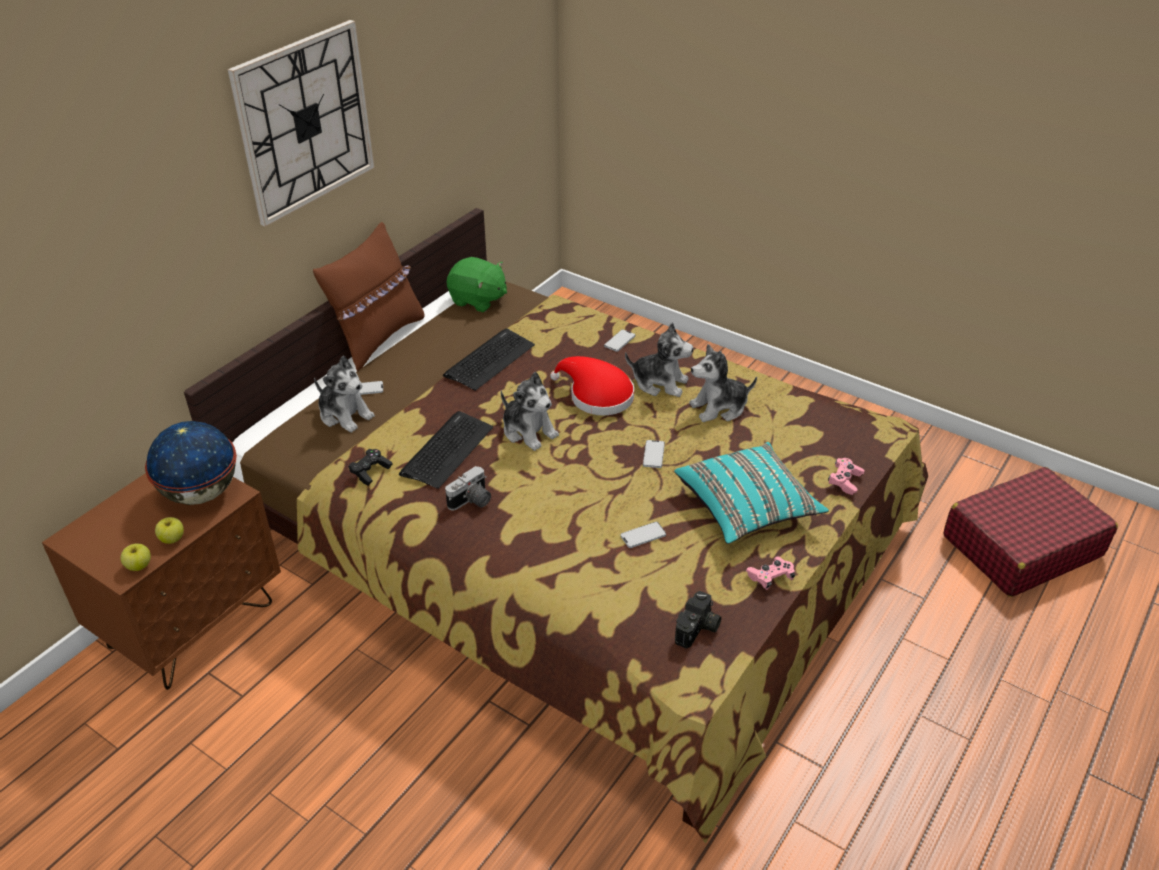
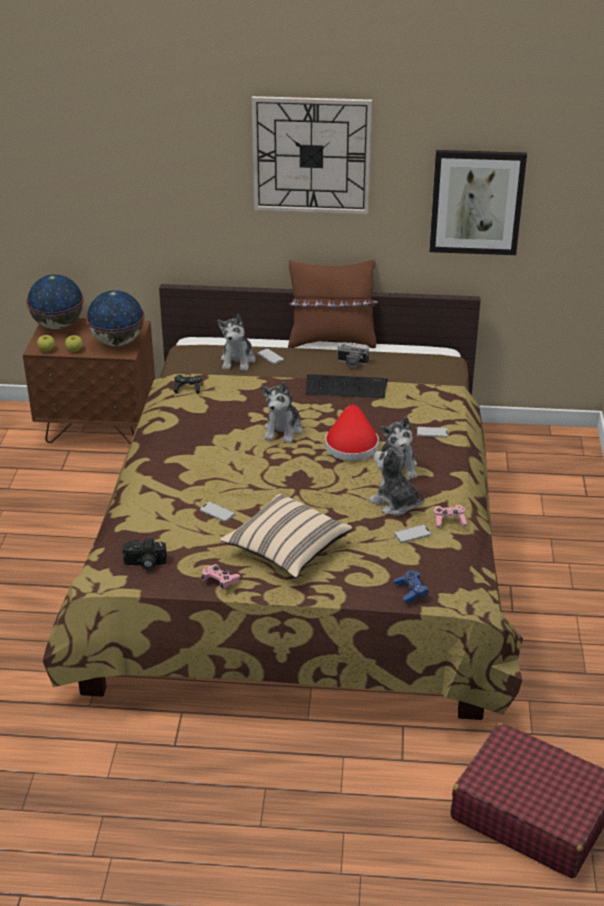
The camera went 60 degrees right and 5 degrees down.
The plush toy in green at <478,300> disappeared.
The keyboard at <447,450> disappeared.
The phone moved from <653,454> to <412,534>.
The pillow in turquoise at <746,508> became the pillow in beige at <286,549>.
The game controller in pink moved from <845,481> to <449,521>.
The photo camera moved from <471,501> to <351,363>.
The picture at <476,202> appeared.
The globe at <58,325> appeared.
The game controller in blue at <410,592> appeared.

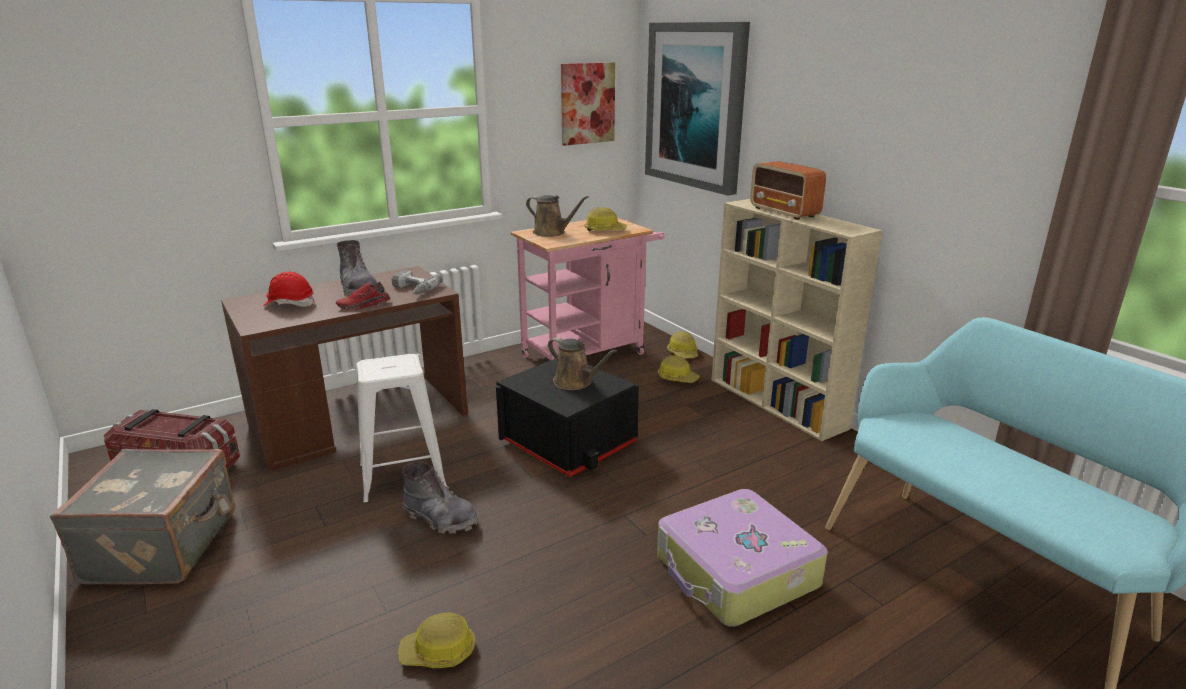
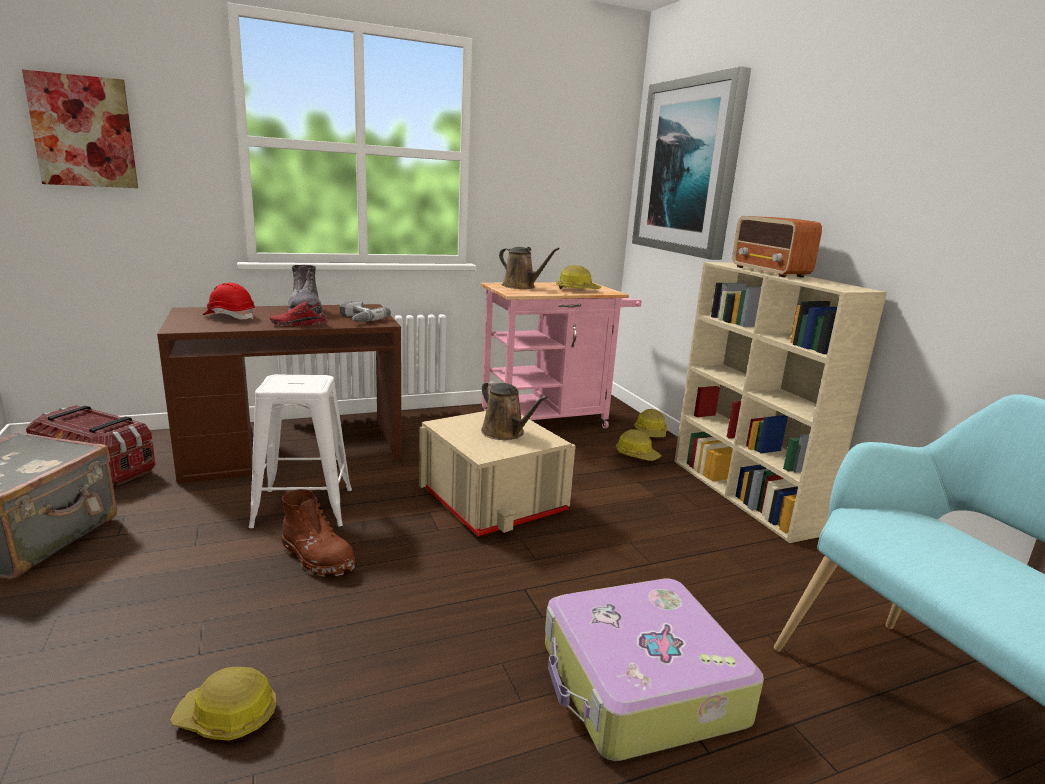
The camera went 10 degrees right and 5 degrees down.
The picture moved from <587,103> to <83,132>.
The storage box in black at <568,442> became the storage box in beige at <493,501>.
The boot in grey at <440,518> became the boot in brown at <317,558>.

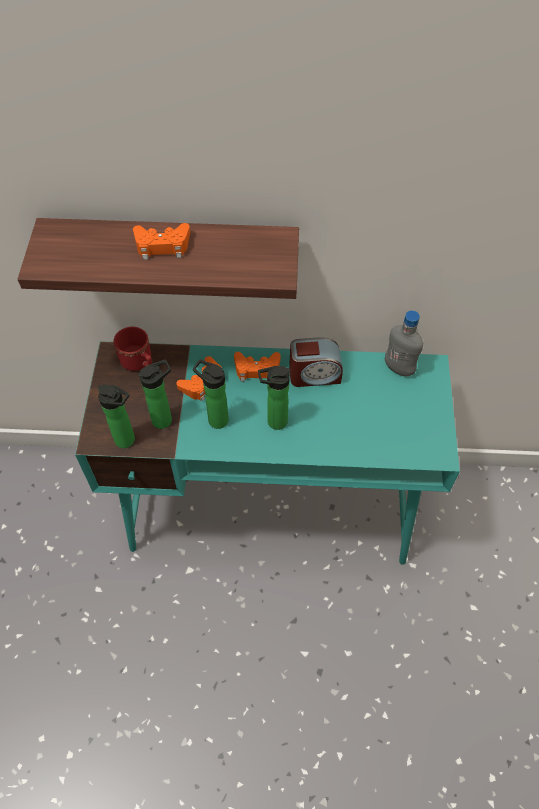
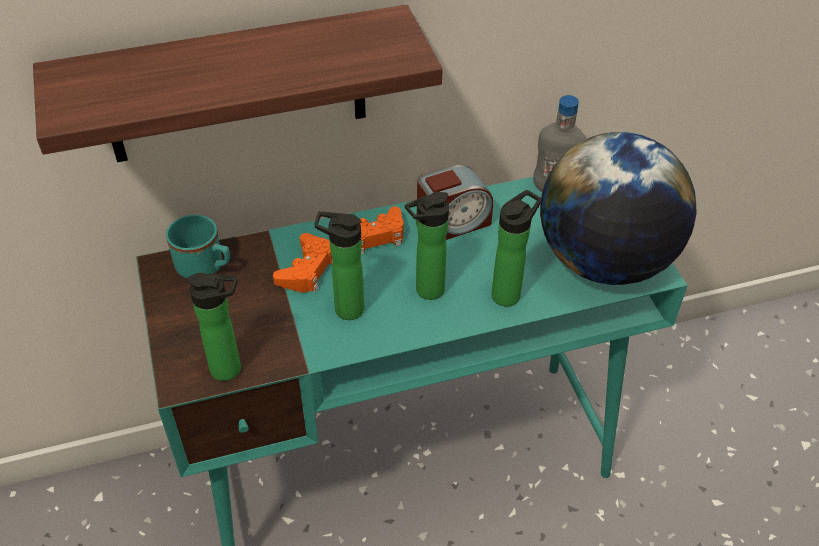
The camera went 20 degrees left and 10 degrees down.
The game controller in orange at <162,245> disappeared.
The mug in red at <139,362> became the mug in turquoise at <205,268>.
The bottle moved from <165,419> to <508,293>.
The globe at <604,261> appeared.

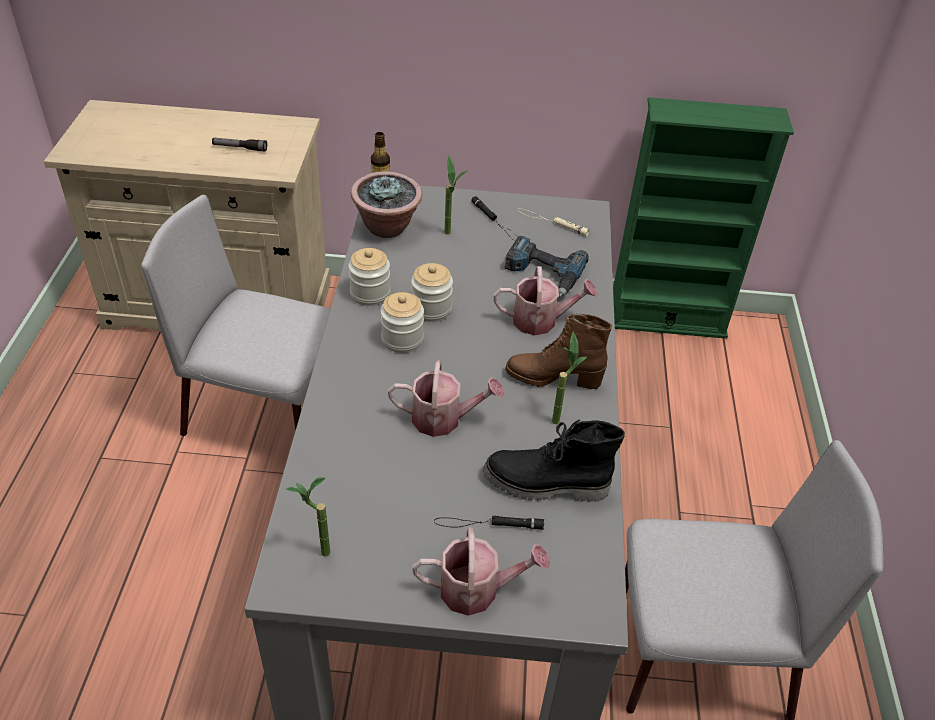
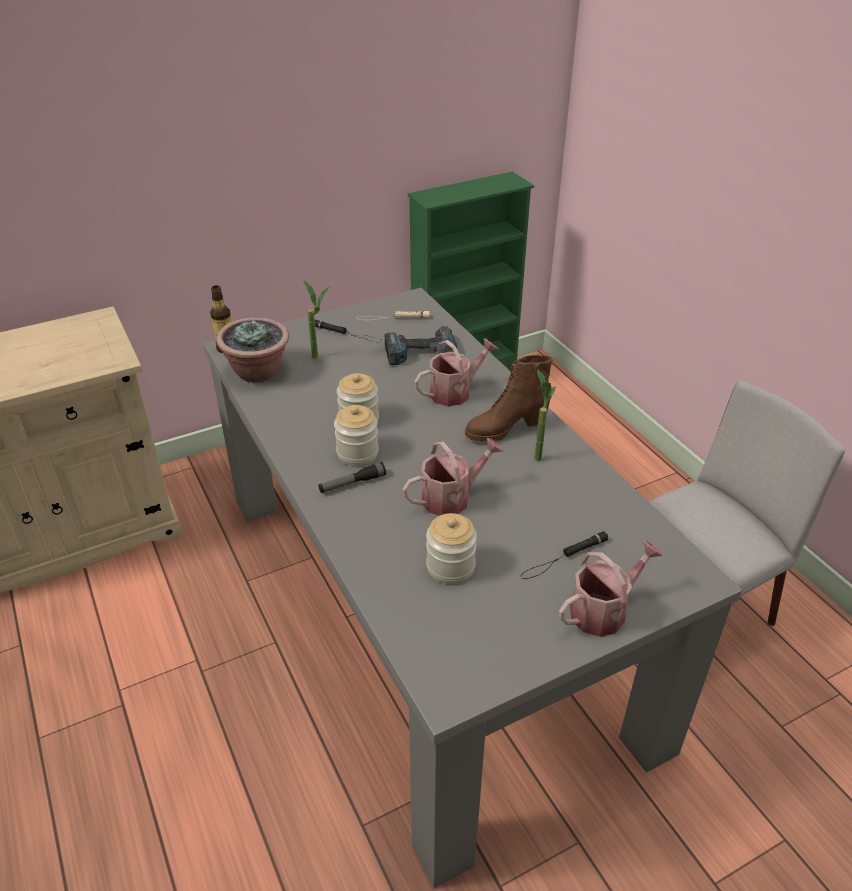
The camera went 30 degrees left and 5 degrees down.
The flashlight moved from <240,148> to <352,483>.
The chair in grey at <267,415> disappeared.
The jar moved from <370,293> to <450,566>.
The boot in black at <545,485> disappeared.
The potted plant at <316,553> disappeared.

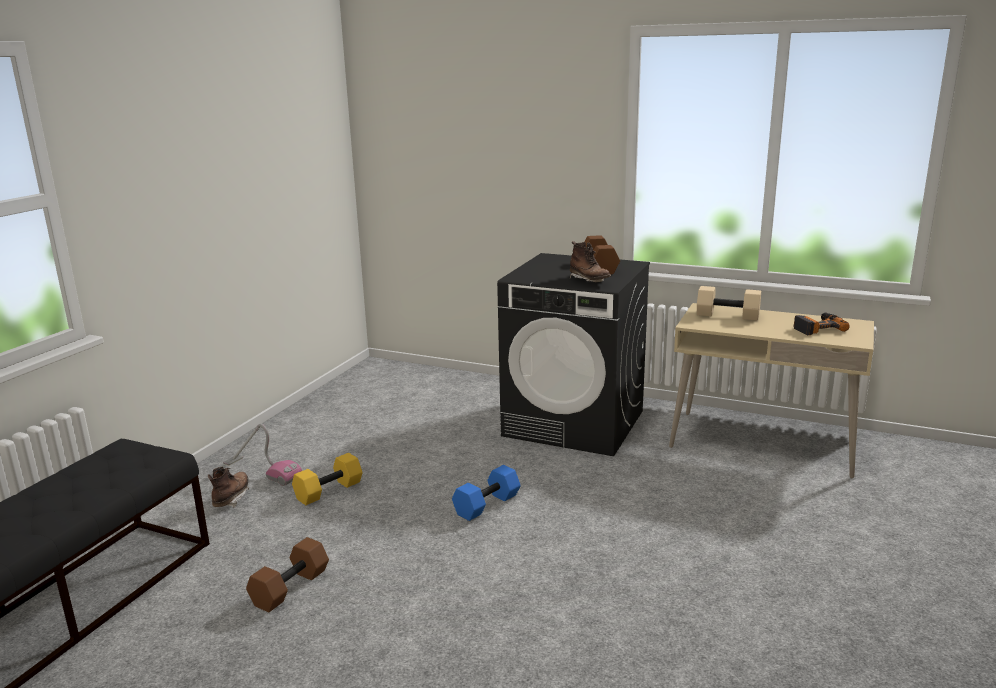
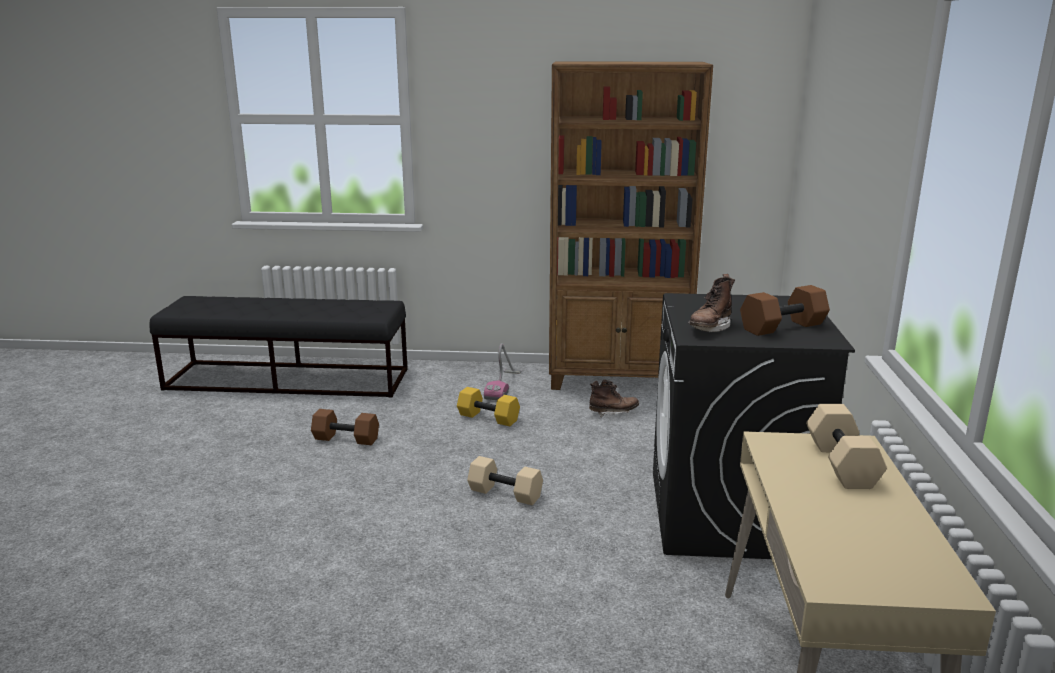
The camera went 70 degrees right and 0 degrees up.
The power drill at <817,328> disappeared.
The dumbbell in blue at <487,505> became the dumbbell in beige at <504,494>.
The boot in brown moved from <231,498> to <613,412>.
The bookcase in brown at <618,379> appeared.

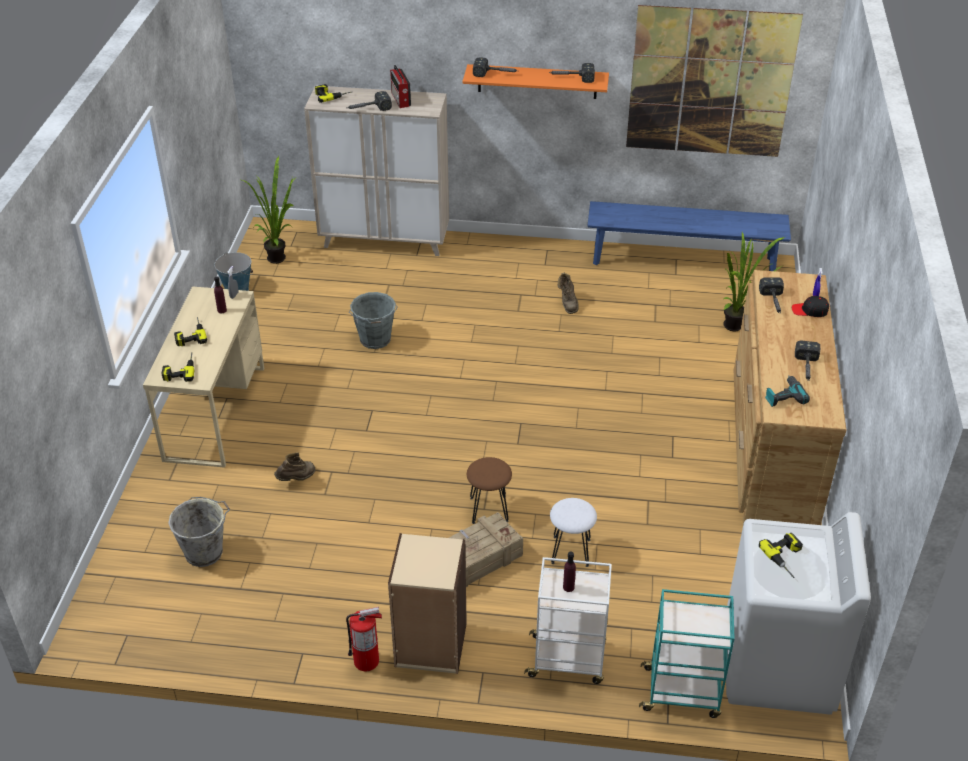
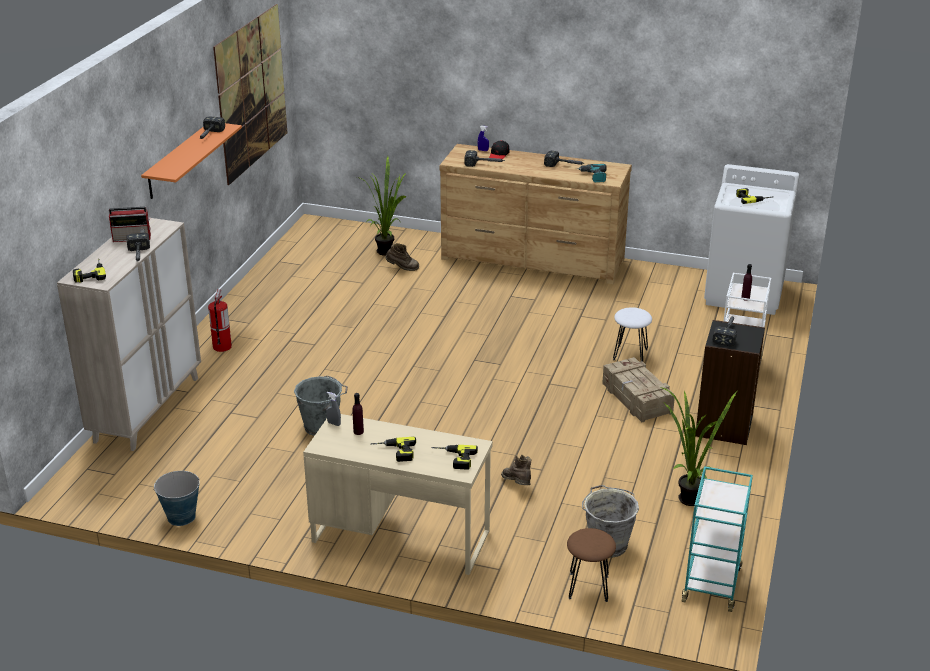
The camera went 80 degrees left and 10 degrees down.
The hammer moved from <496,74> to <727,333>.
The potted plant moved from <280,257> to <685,497>.
The bench in blue at <683,261> disappeared.
The boot in brown moved from <568,303> to <402,268>.
The stool in brown moved from <489,509> to <588,587>.
The bookcase in beige at <430,646> became the bookcase in black at <725,426>.
The cart in turquoise moved from <682,692> to <711,583>.
The fire extinguisher moved from <367,661> to <222,346>.

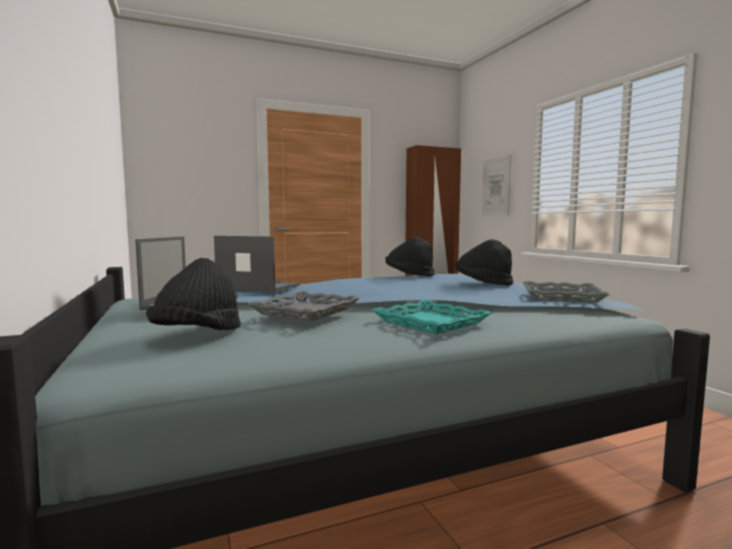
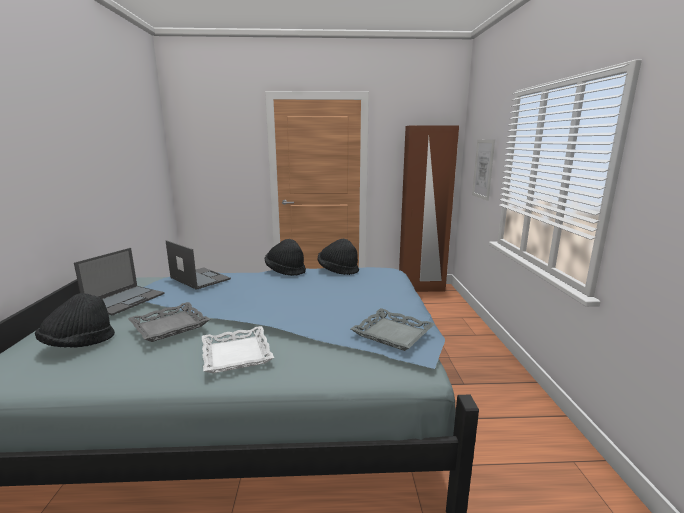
The camera went 20 degrees right and 10 degrees up.
The hat in black moved from <483,284> to <285,271>.
The tray in turquoise at <429,323> became the tray in white at <236,354>.

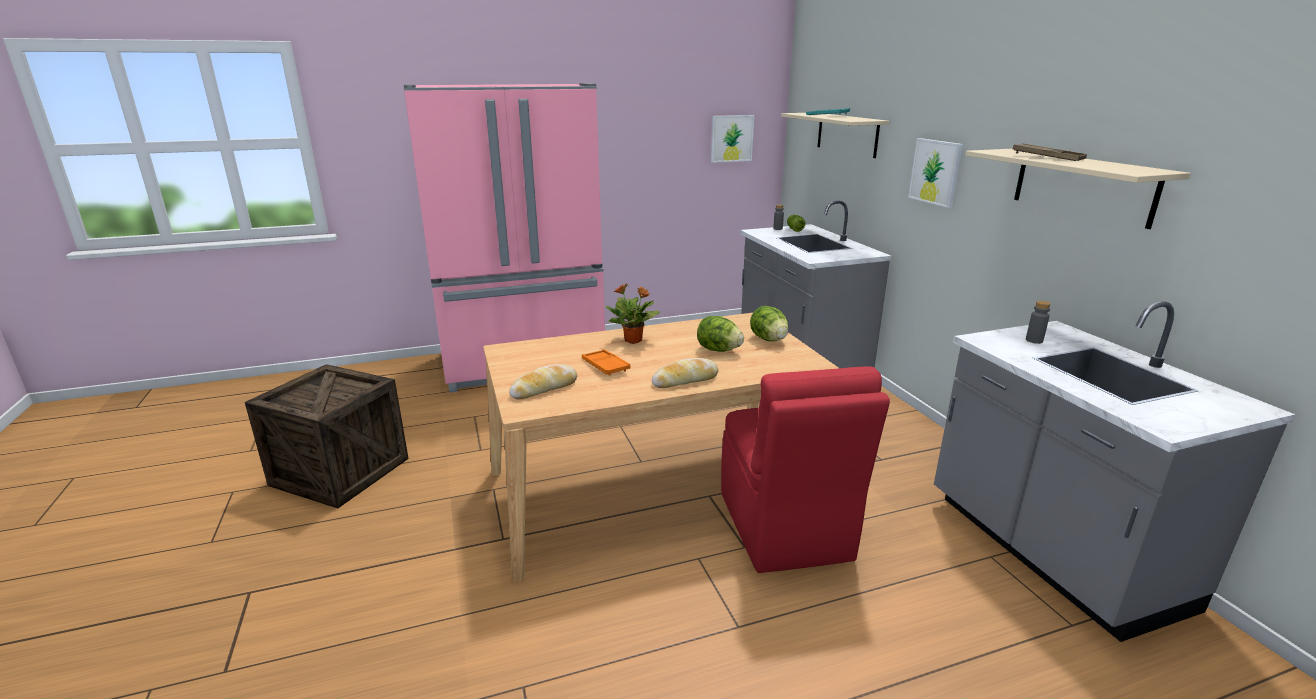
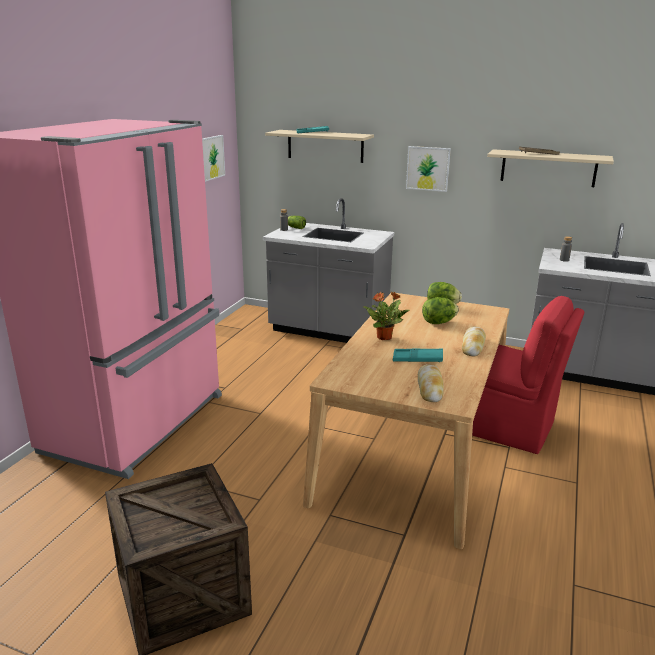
The camera went 50 degrees left and 0 degrees up.
The tray in orange at <605,366> became the tray in turquoise at <417,359>.

